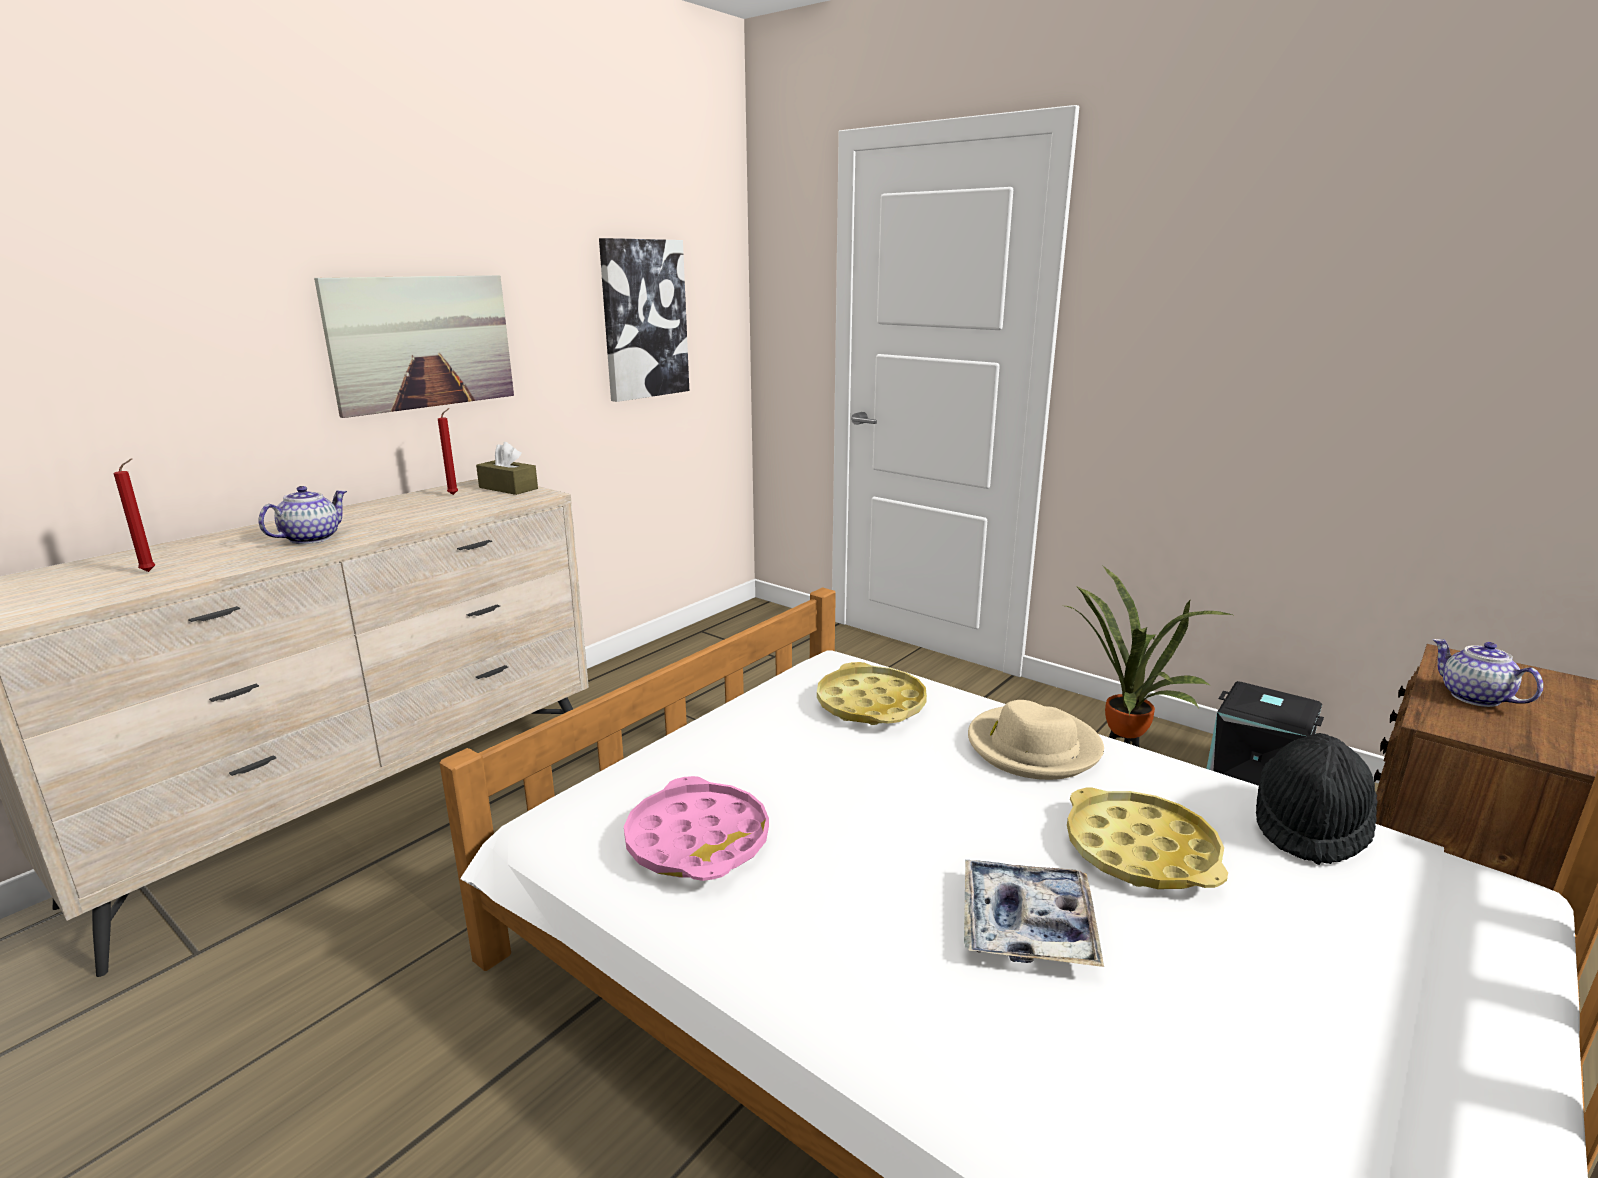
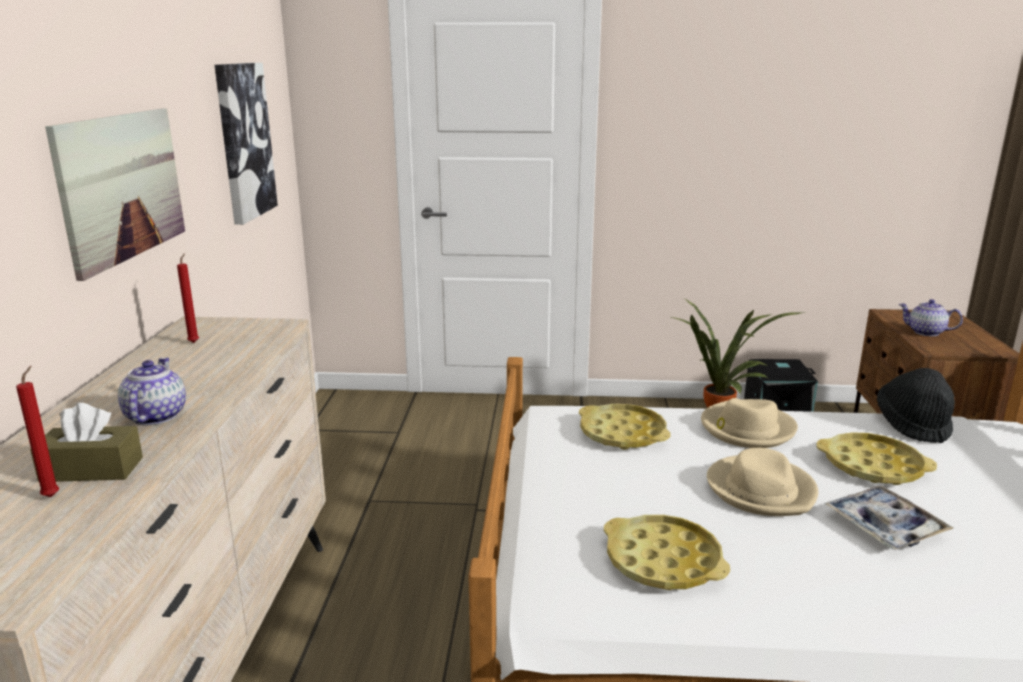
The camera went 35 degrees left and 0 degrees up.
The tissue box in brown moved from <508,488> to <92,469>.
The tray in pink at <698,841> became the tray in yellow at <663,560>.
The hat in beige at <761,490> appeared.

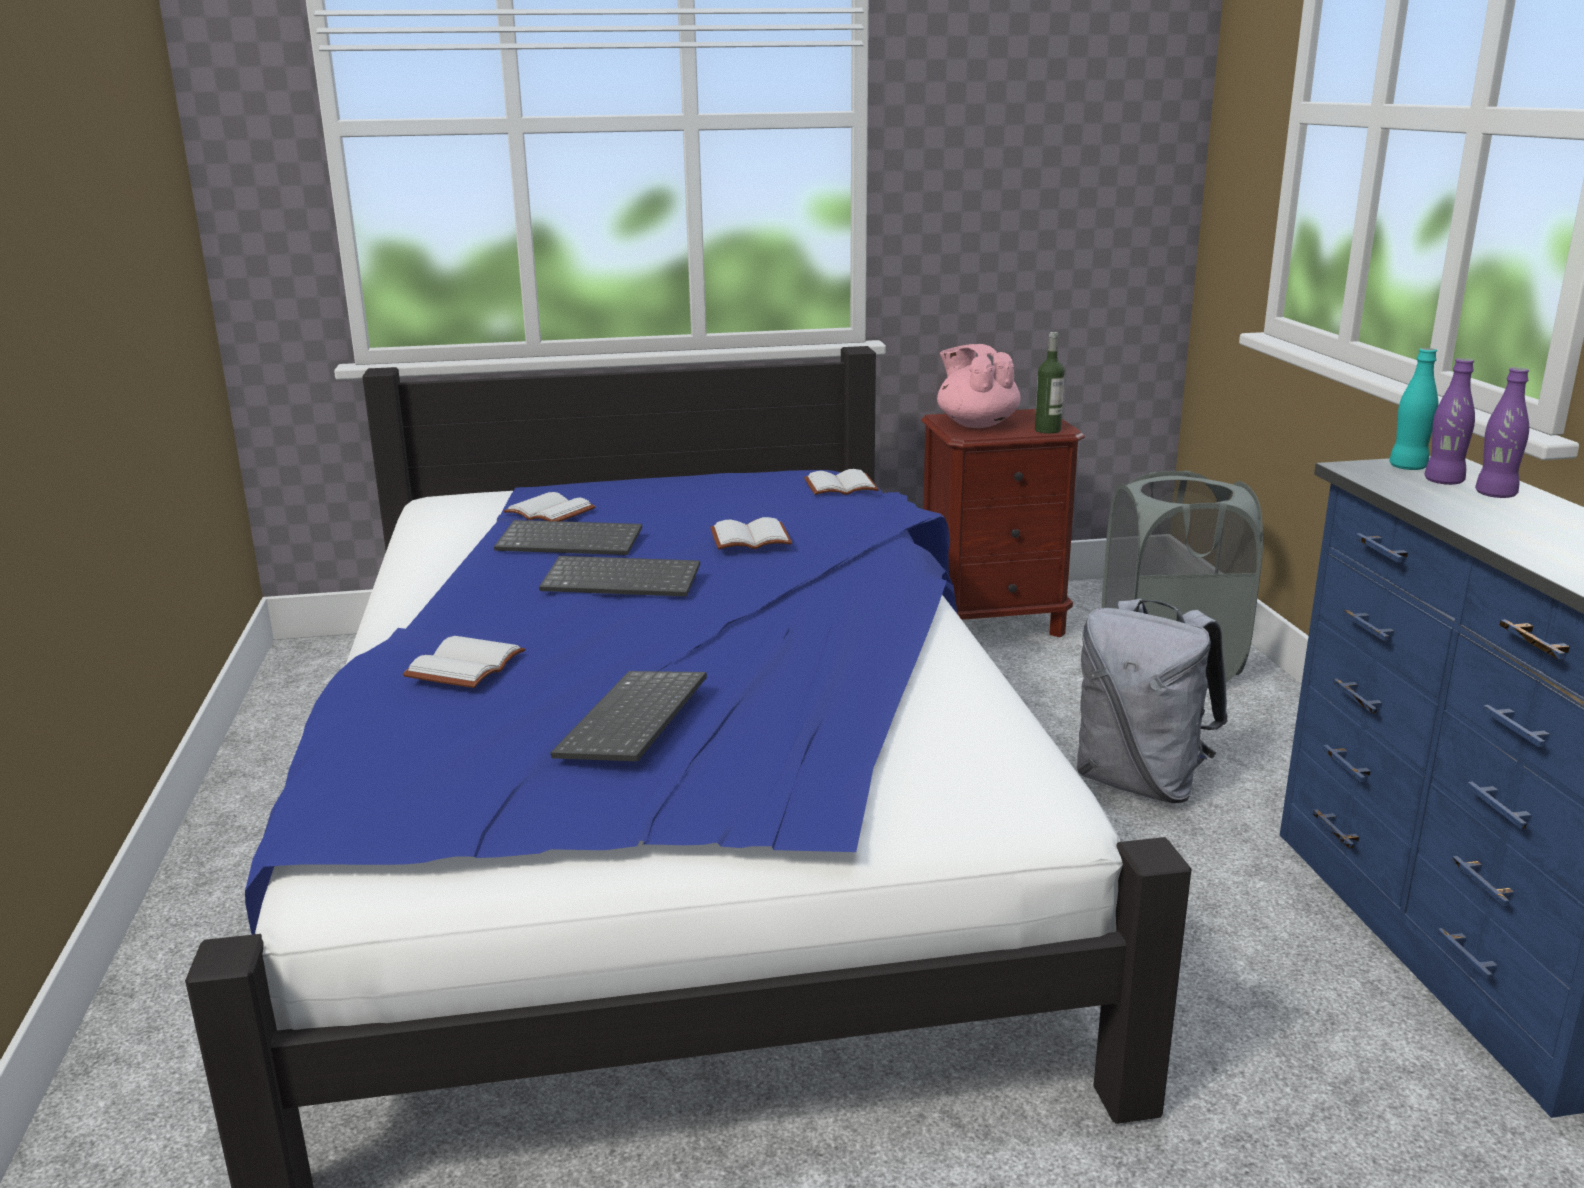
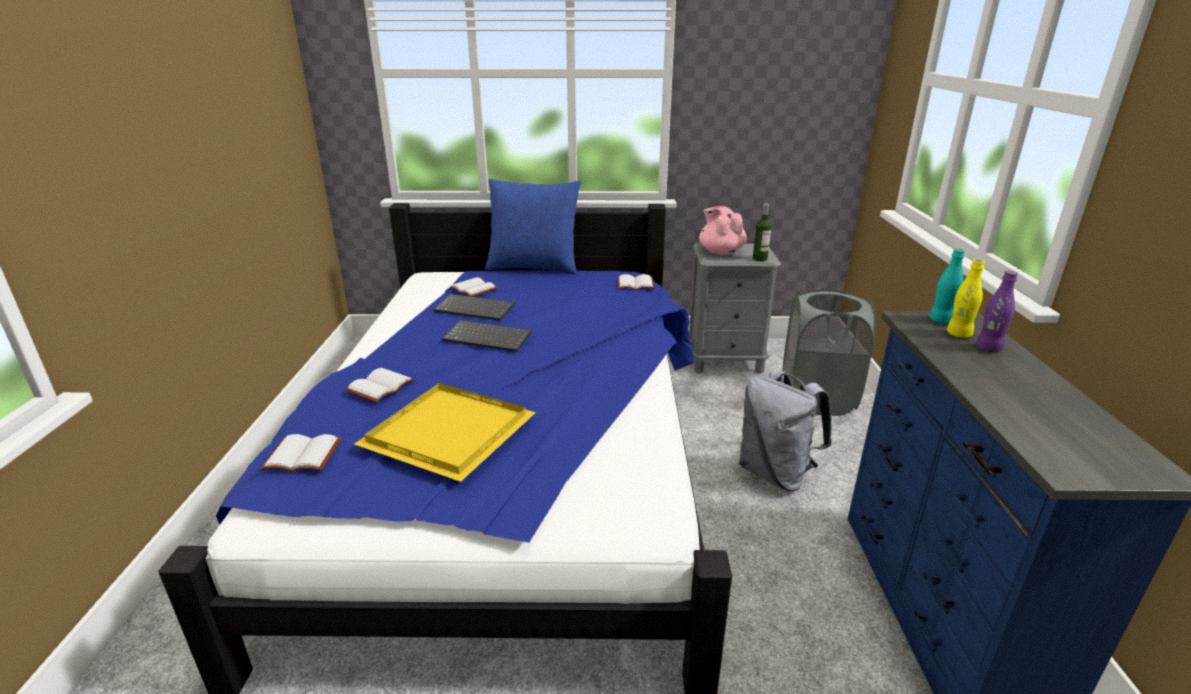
The camera went 10 degrees right and 5 degrees up.
The bottle in purple at <1443,482> became the bottle in yellow at <958,334>.
The nightstand in brown at <993,623> became the nightstand in grey at <725,361>.
The book in white moved from <749,539> to <300,457>.
The keyboard at <636,721> was replaced by the tray in yellow at <449,434>.
The pillow in blue at <534,267> appeared.

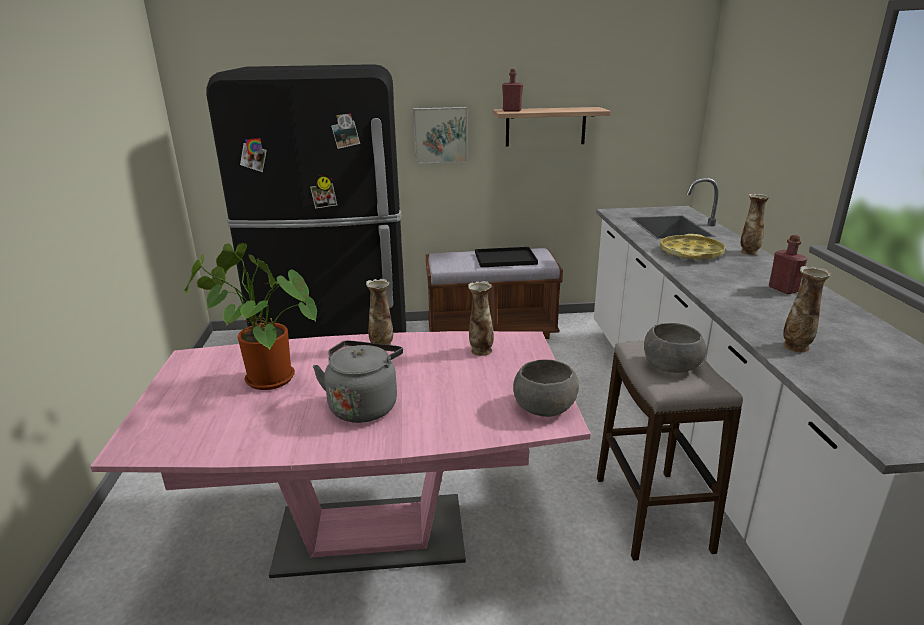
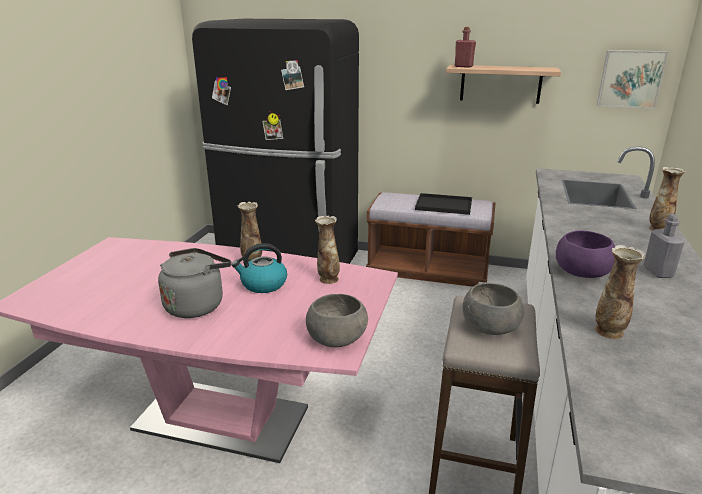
The camera went 20 degrees right and 0 degrees up.
The picture moved from <440,135> to <630,78>.
The tray in yellow at <691,253> disappeared.
The bottle in red at <783,289> became the bottle in grey at <658,272>.
The potted plant at <264,379> disappeared.
The bowl in purple at <581,272> appeared.
The kettle at <263,284> appeared.

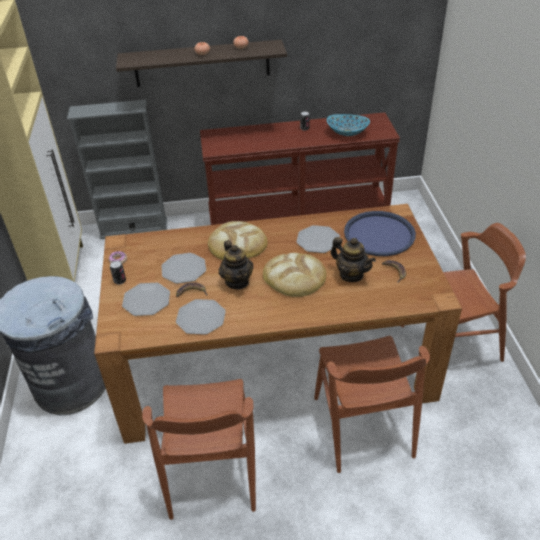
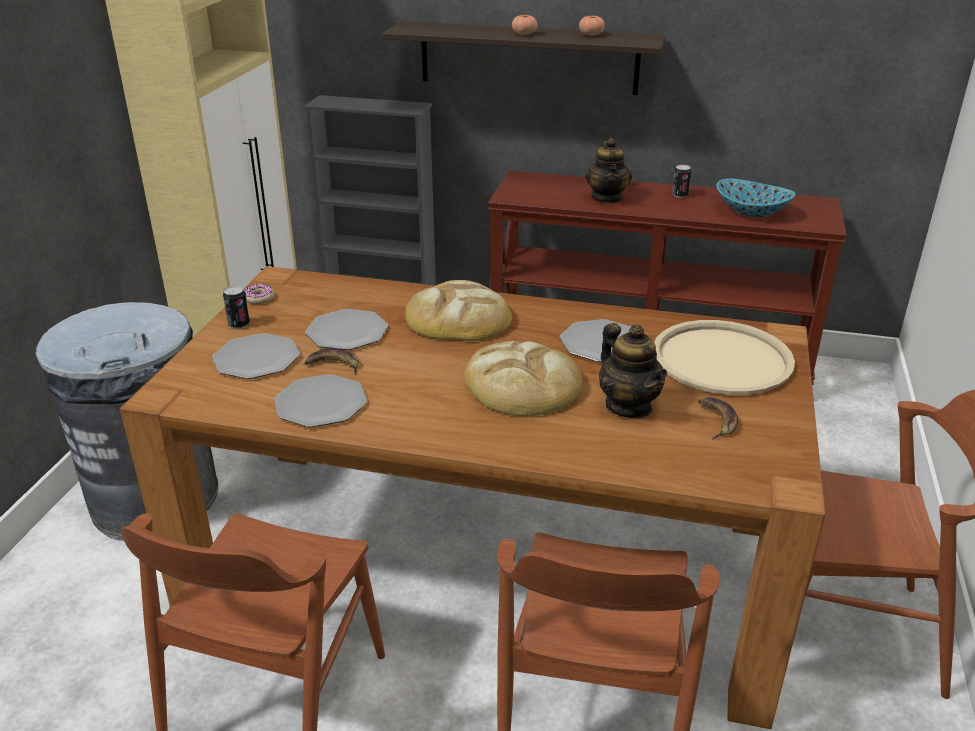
The camera went 20 degrees right and 10 degrees down.
The tray in blue at <379,234> became the tray in beige at <722,359>.
The teapot moved from <237,281> to <607,198>.

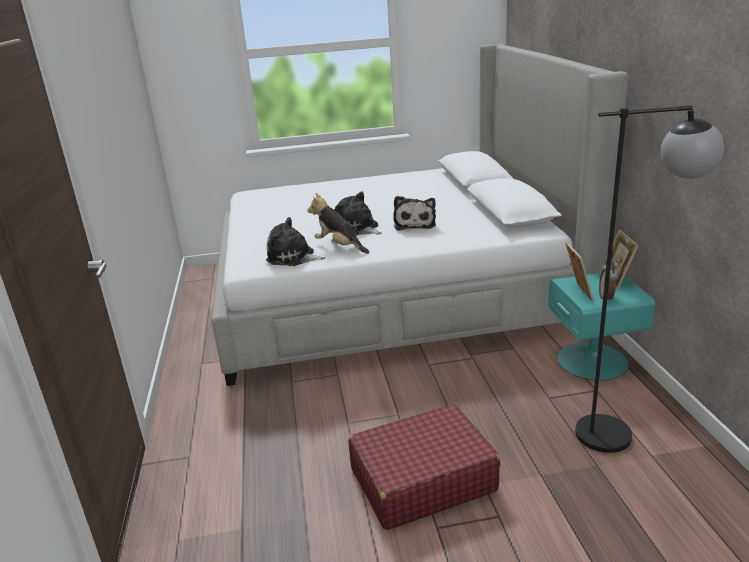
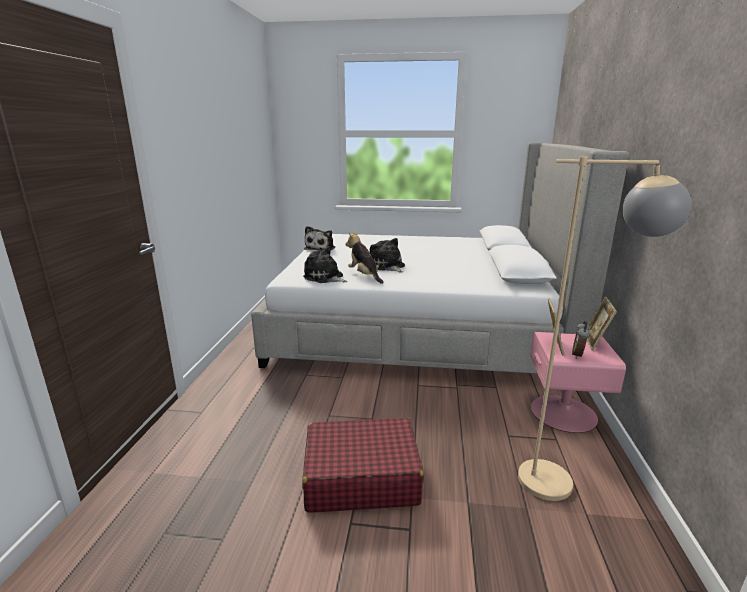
The camera went 15 degrees right and 5 degrees down.
The floor lamp in black at <622,433> became the floor lamp in beige at <564,484>.
The plush toy moved from <414,224> to <321,248>.
The nightstand in turquoise at <593,360> became the nightstand in pink at <564,413>.

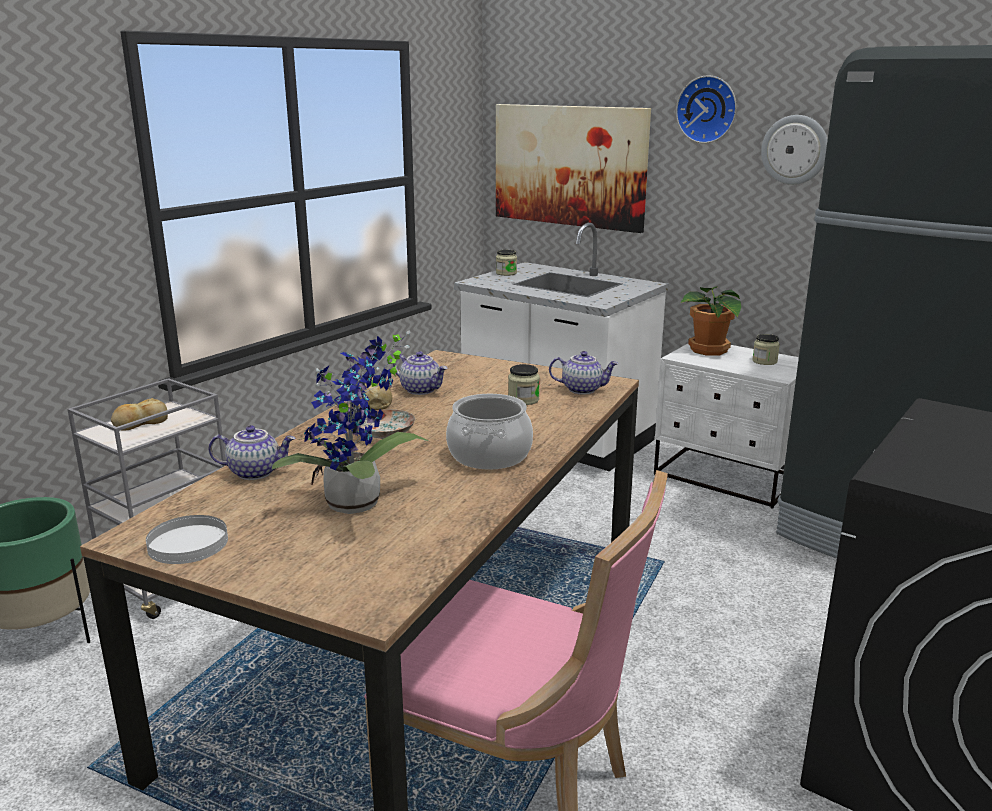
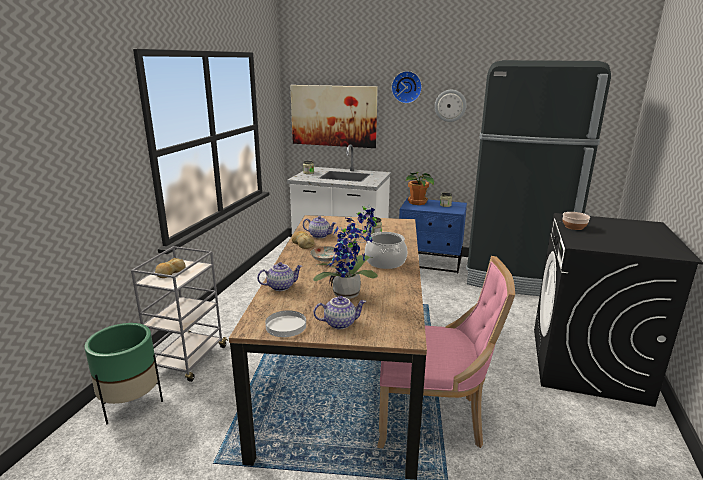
The camera went 20 degrees left and 0 degrees up.
The nightstand in white at <726,477> became the nightstand in blue at <430,262>.
The teapot moved from <582,389> to <340,323>.
The bowl at <574,227> appeared.

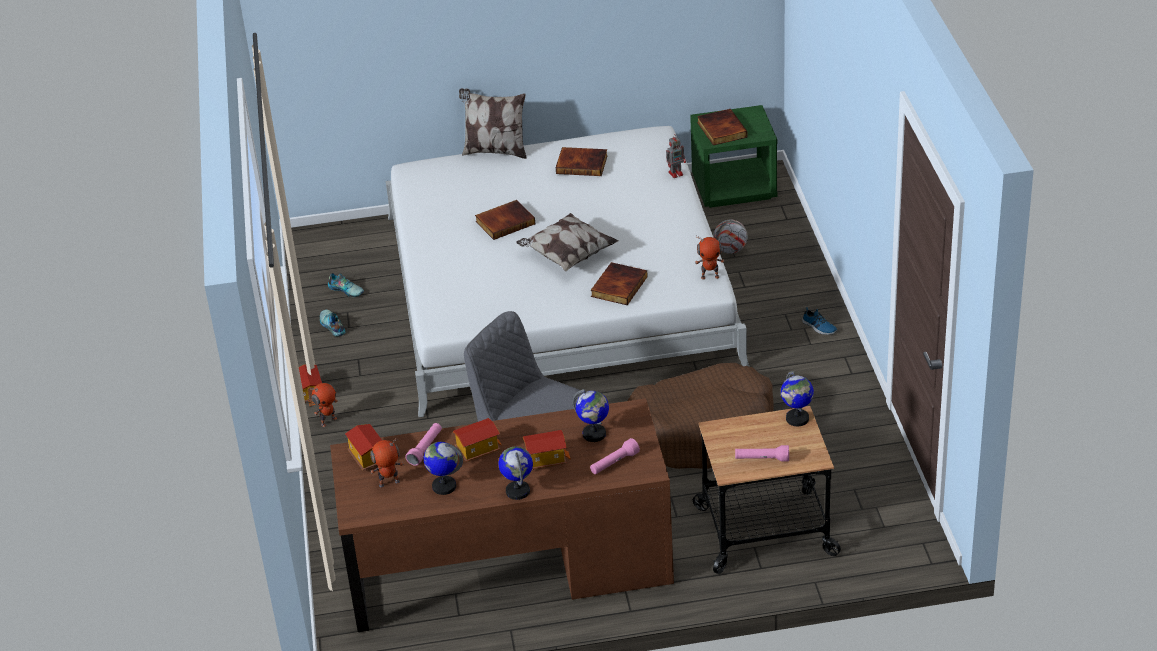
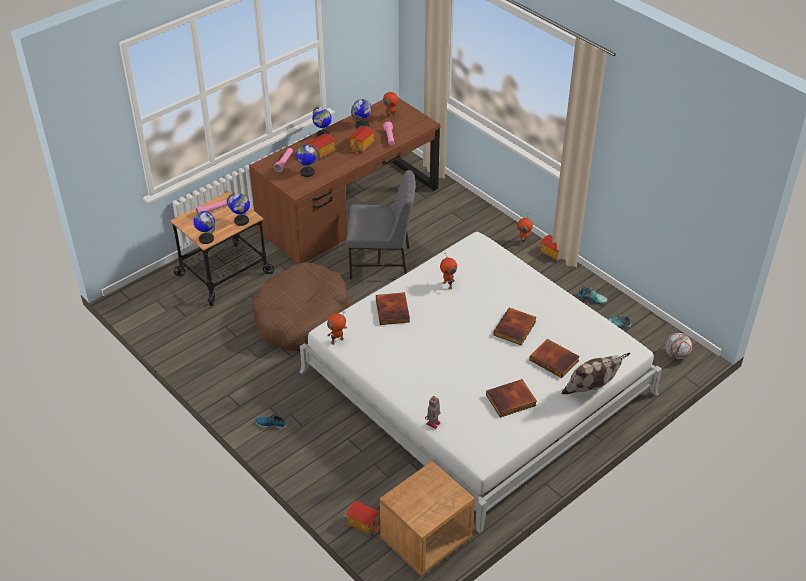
The camera went 145 degrees right and 5 degrees up.
The nightstand in green at <734,188> became the nightstand in brown at <426,540>.
The book moved from <720,130> to <555,360>.
The pillow at <567,255> disappeared.
The football moved from <730,250> to <676,355>.
The toy house moved from <367,458> to <363,523>.
The globe at <241,221> appeared.
The toy robot at <448,285> appeared.

